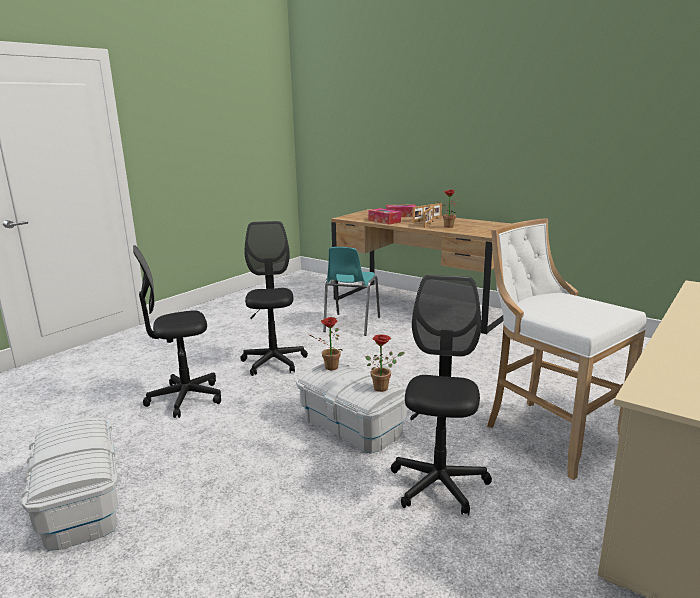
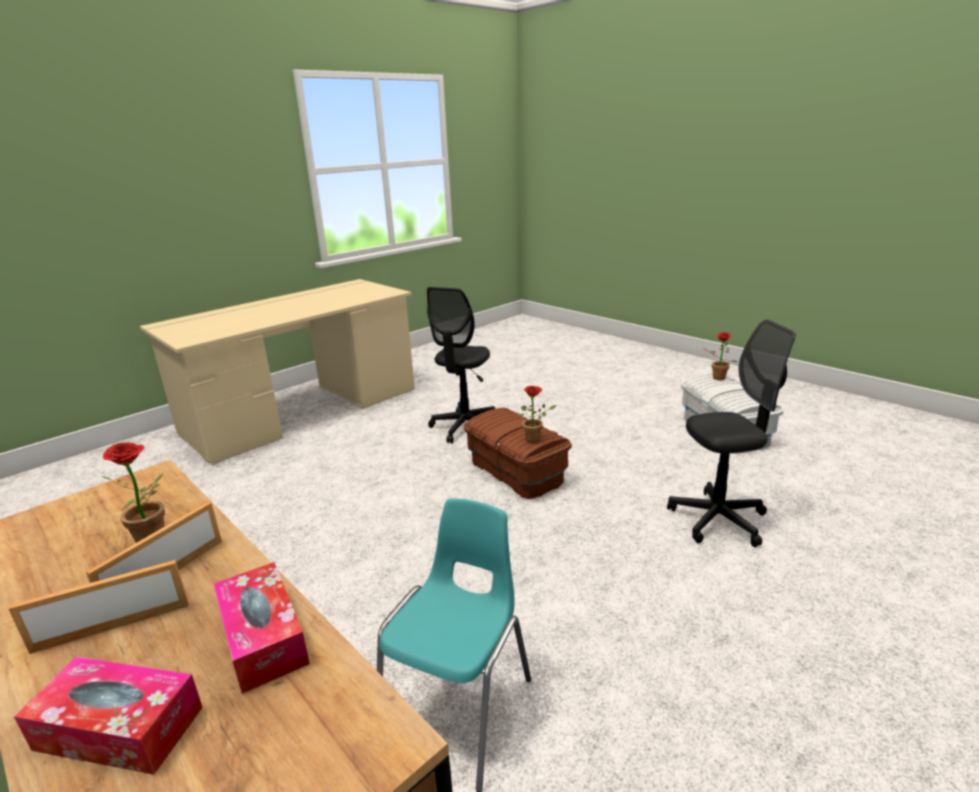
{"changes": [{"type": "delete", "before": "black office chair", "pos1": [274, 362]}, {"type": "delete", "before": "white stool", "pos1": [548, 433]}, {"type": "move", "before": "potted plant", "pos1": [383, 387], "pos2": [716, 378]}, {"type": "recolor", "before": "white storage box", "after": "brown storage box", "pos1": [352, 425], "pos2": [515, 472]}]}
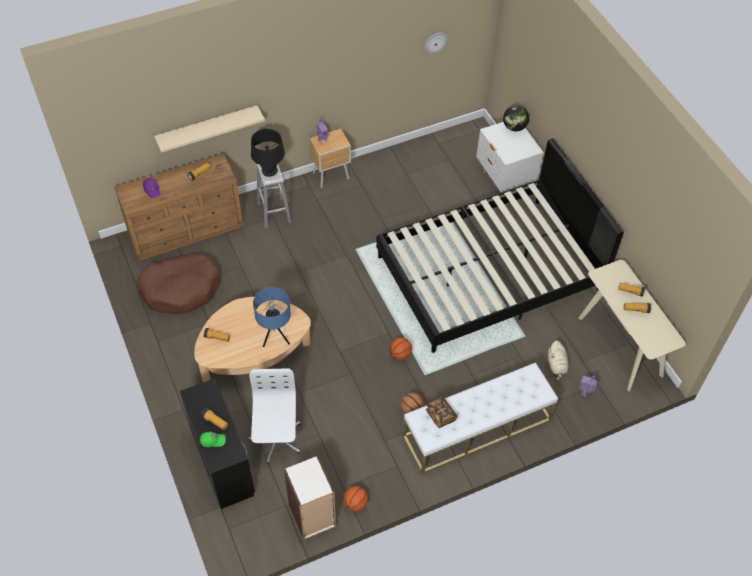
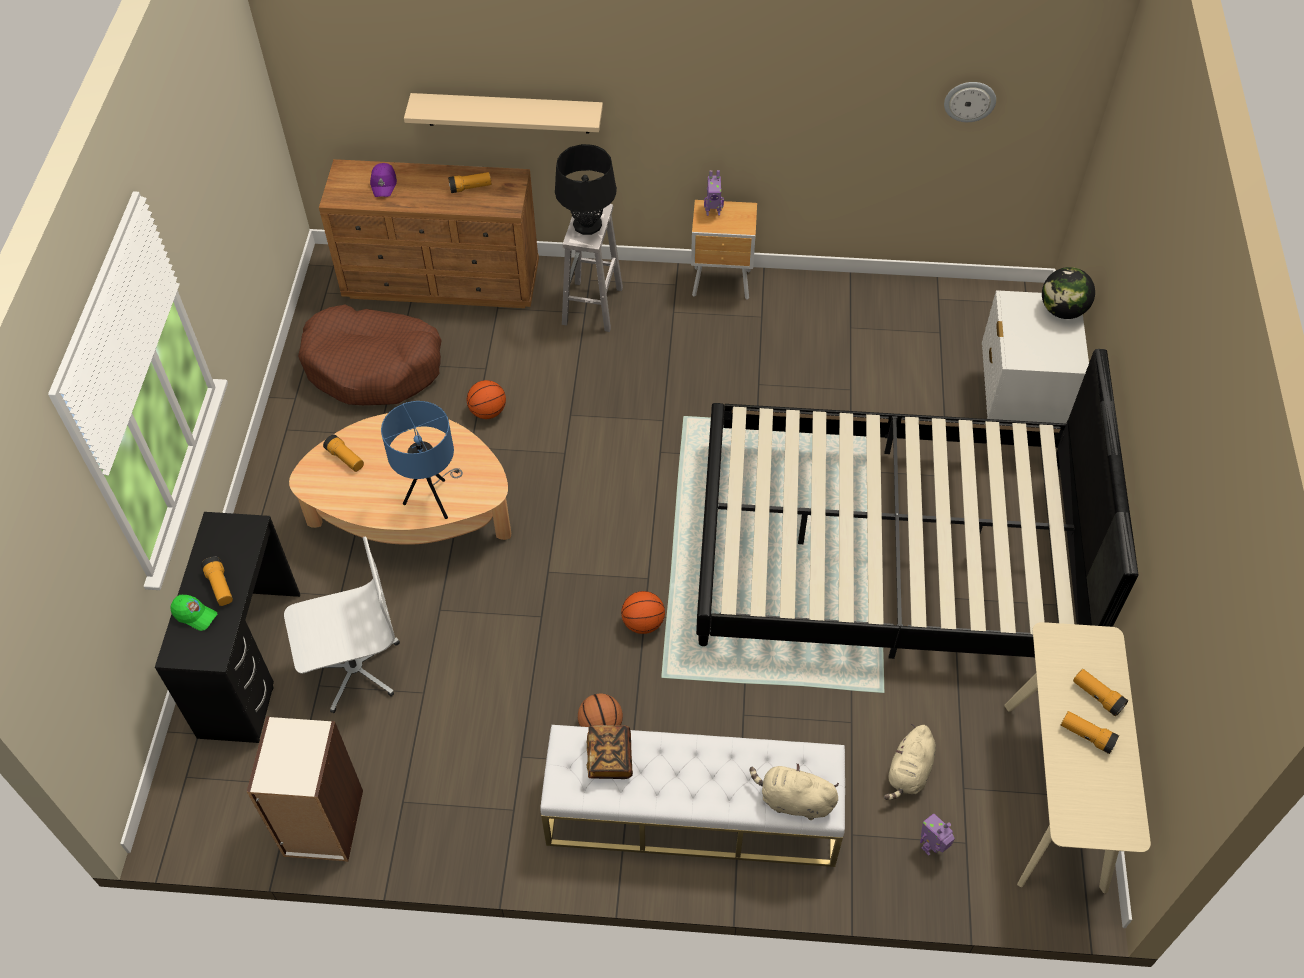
{"changes": [{"type": "insert", "after": "beige plush toy", "pos2": [793, 800]}, {"type": "move", "before": "basketball", "pos1": [355, 504], "pos2": [487, 412]}, {"type": "rotate", "before": "white office chair", "pos1": [276, 439], "pos2": [354, 668], "turn": 45}]}
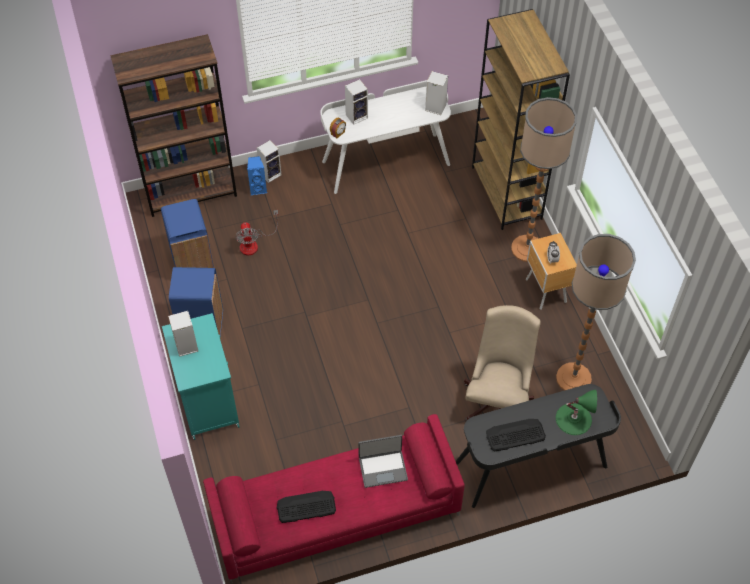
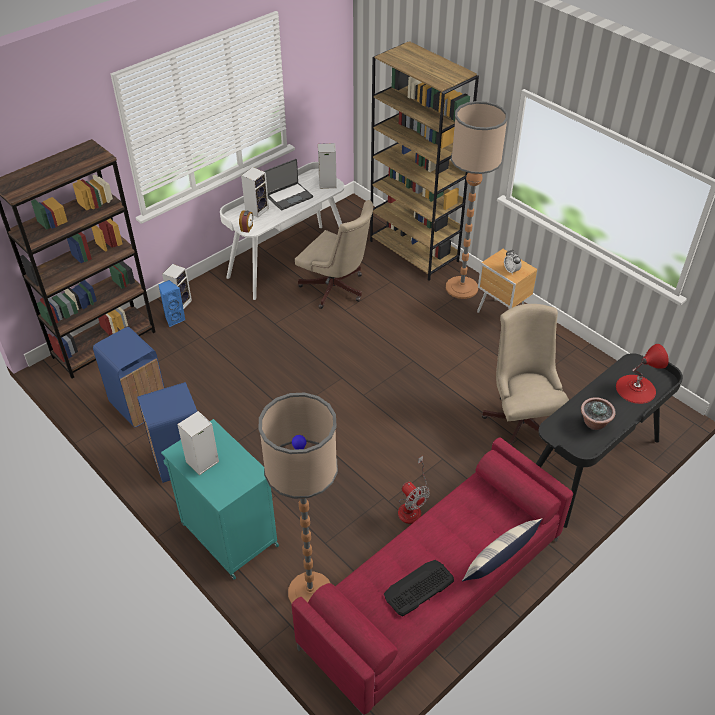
{"changes": [{"type": "insert", "after": "beige office chair", "pos2": [336, 290]}, {"type": "insert", "after": "pillow", "pos2": [499, 560]}, {"type": "move", "before": "fan", "pos1": [253, 243], "pos2": [411, 506]}, {"type": "move", "before": "laptop", "pos1": [383, 468], "pos2": [289, 196]}, {"type": "move", "before": "floor lamp", "pos1": [573, 378], "pos2": [310, 592]}, {"type": "replace", "before": "keyboard", "after": "potted plant", "pos1": [515, 435], "pos2": [594, 423]}, {"type": "recolor", "before": "green table lamp", "after": "red table lamp", "pos1": [573, 418], "pos2": [635, 388]}]}
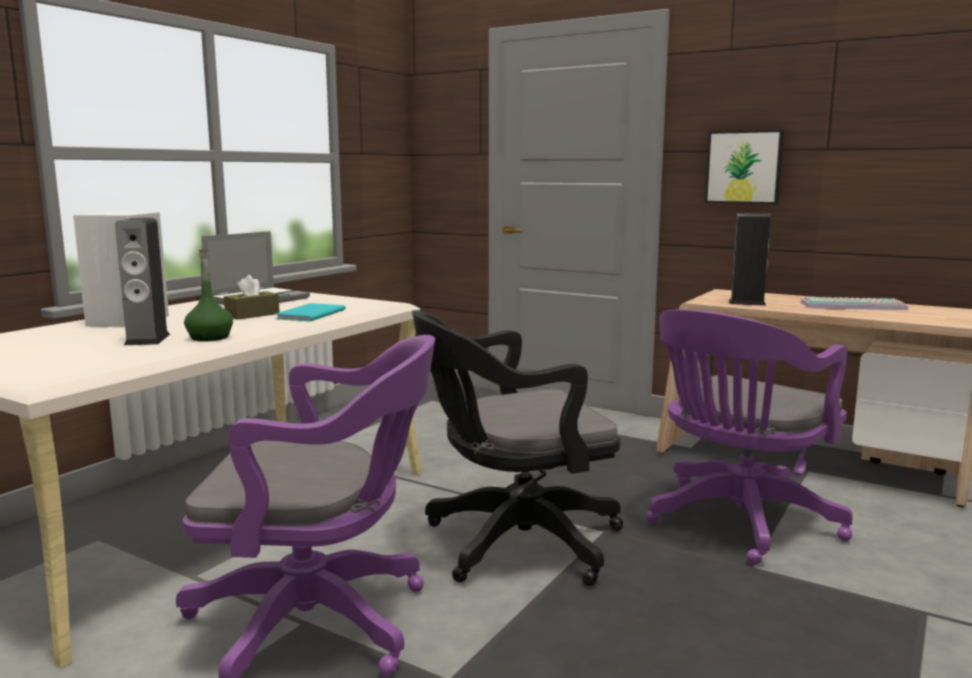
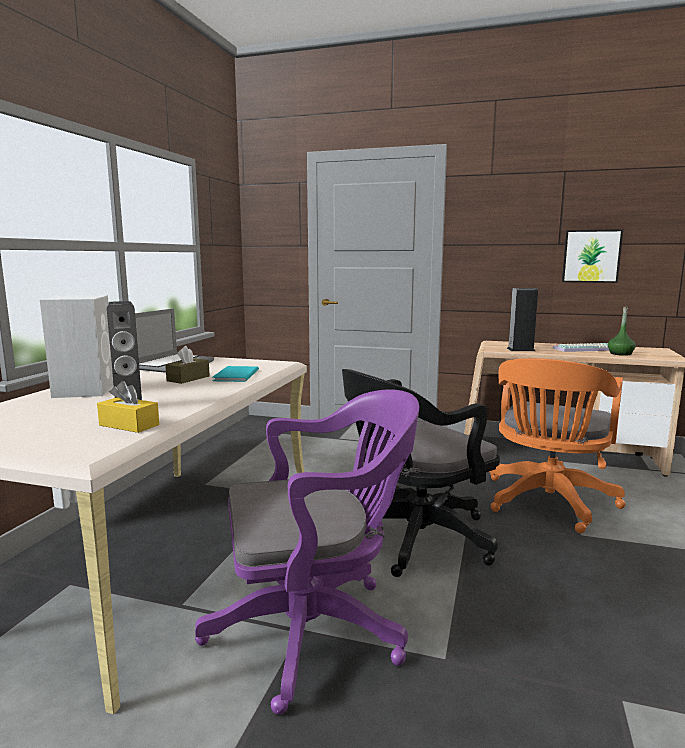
{"changes": [{"type": "insert", "after": "yellow tissue box", "pos2": [129, 425]}, {"type": "move", "before": "green bottle", "pos1": [209, 337], "pos2": [620, 354]}, {"type": "move", "before": "picture", "pos1": [744, 167], "pos2": [591, 256]}, {"type": "recolor", "before": "purple office chair", "after": "orange office chair", "pos1": [737, 522], "pos2": [547, 503]}]}
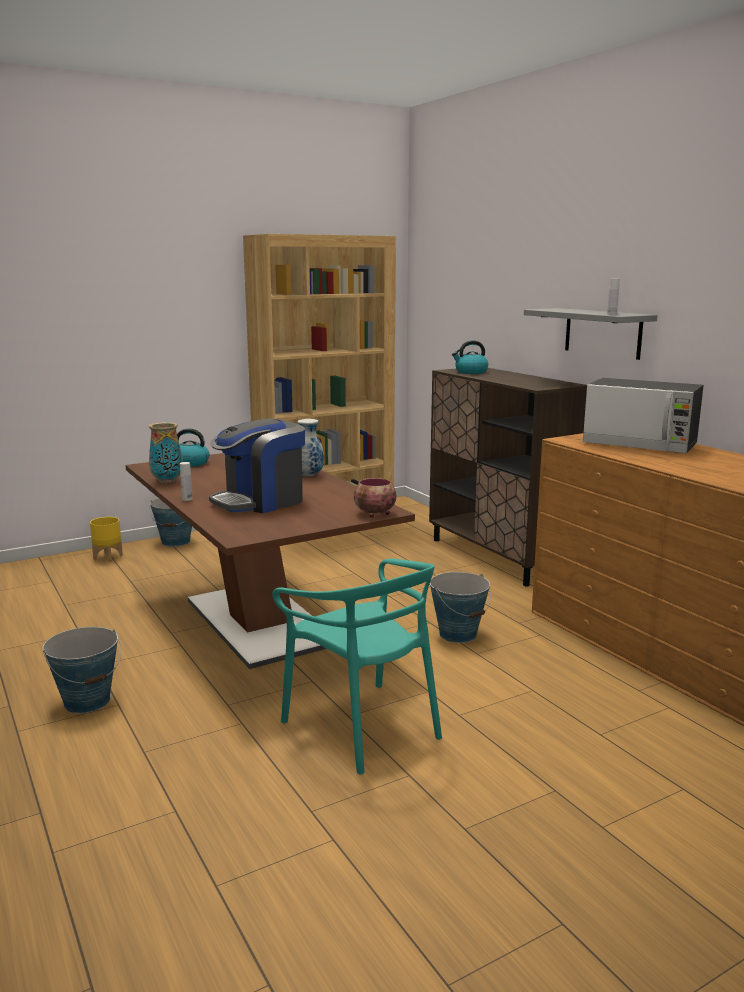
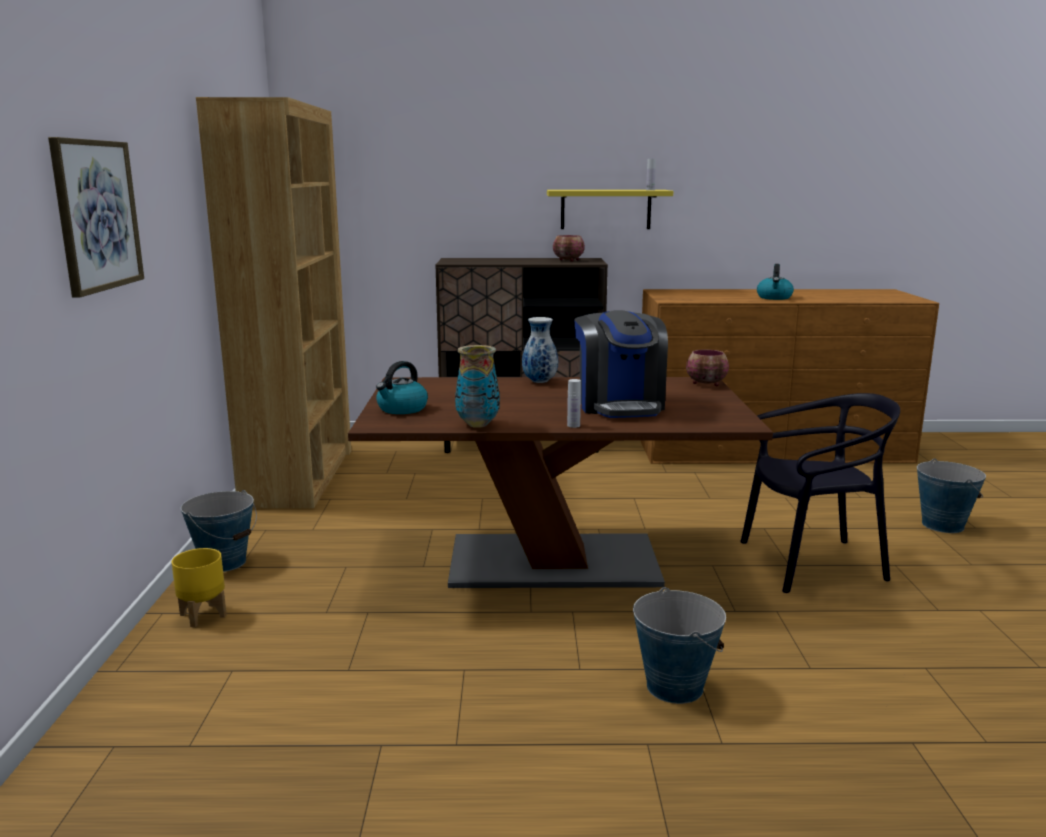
{"changes": [{"type": "delete", "before": "microwave", "pos1": [640, 444]}, {"type": "insert", "after": "picture", "pos2": [97, 215]}, {"type": "insert", "after": "bowl", "pos2": [568, 260]}, {"type": "move", "before": "bucket", "pos1": [458, 634], "pos2": [942, 525]}, {"type": "move", "before": "kettle", "pos1": [470, 372], "pos2": [774, 298]}, {"type": "recolor", "before": "turquoise chair", "after": "black chair", "pos1": [363, 726], "pos2": [811, 563]}, {"type": "recolor", "before": "grey shelf", "after": "yellow shelf", "pos1": [602, 333], "pos2": [605, 209]}]}
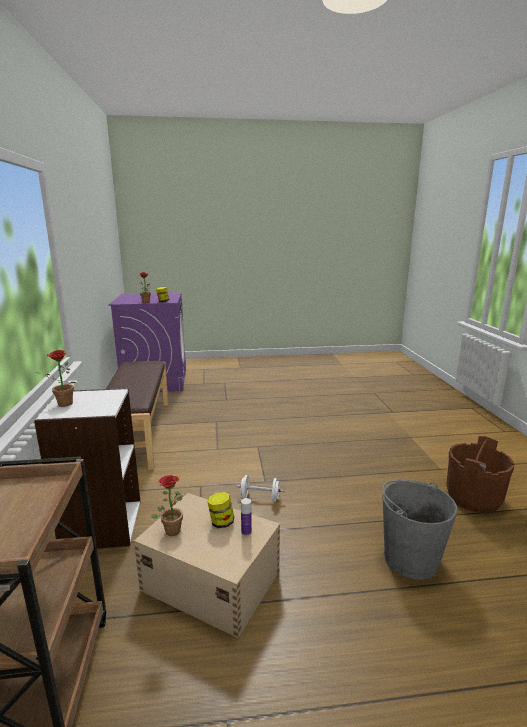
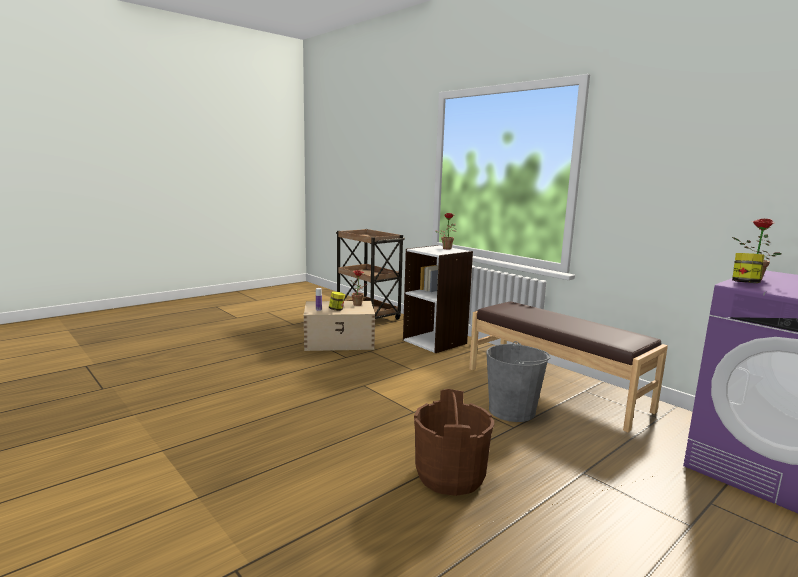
{"changes": [{"type": "delete", "before": "white dumbbell", "pos1": [260, 498]}, {"type": "move", "before": "grey bucket", "pos1": [410, 558], "pos2": [512, 411]}, {"type": "move", "before": "brown bucket", "pos1": [473, 498], "pos2": [450, 475]}]}
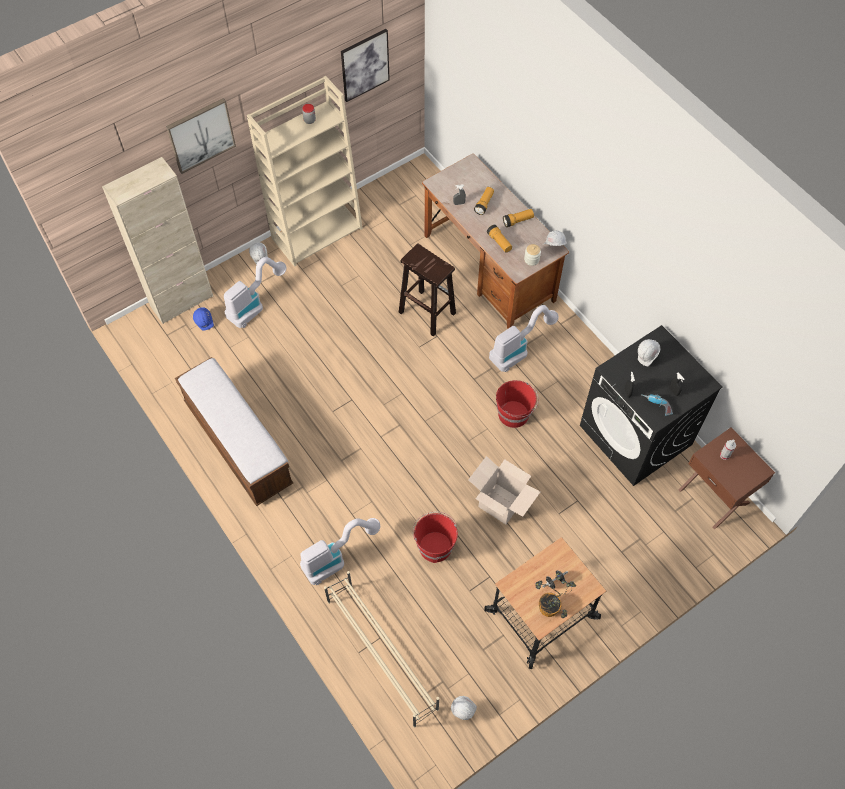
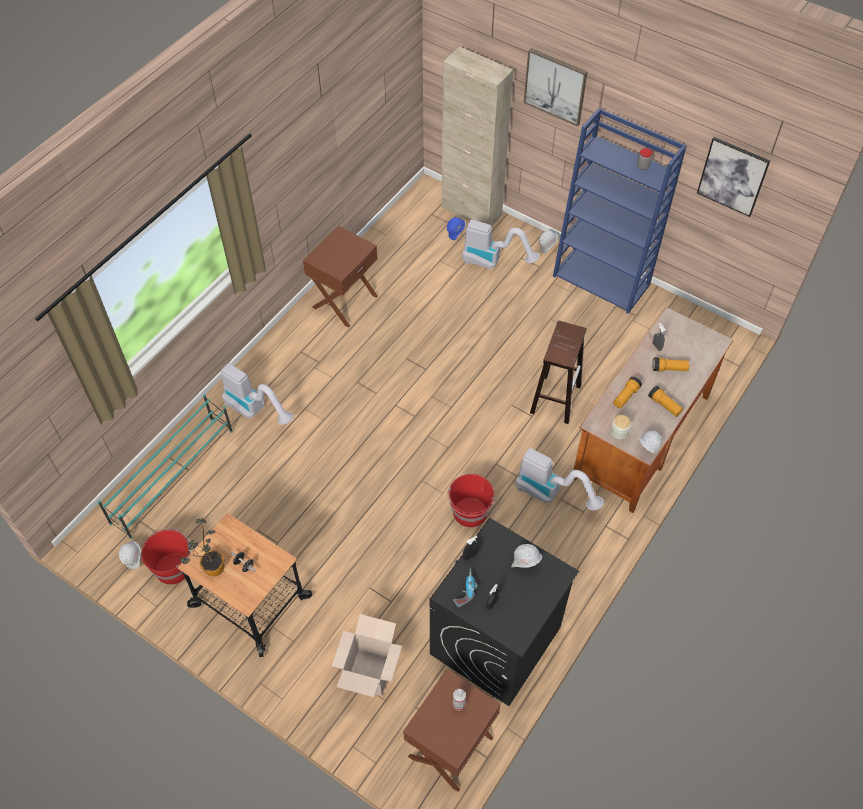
{"changes": [{"type": "move", "before": "red bucket", "pos1": [434, 546], "pos2": [173, 567]}, {"type": "move", "before": "cardboard box", "pos1": [500, 504], "pos2": [369, 673]}, {"type": "replace", "before": "bench", "after": "brown nightstand", "pos1": [238, 443], "pos2": [344, 301]}, {"type": "recolor", "before": "beige bookcase", "after": "blue bookcase", "pos1": [317, 232], "pos2": [602, 280]}, {"type": "recolor", "before": "beige shoe rack", "after": "turquoise shoe rack", "pos1": [381, 653], "pos2": [173, 476]}]}
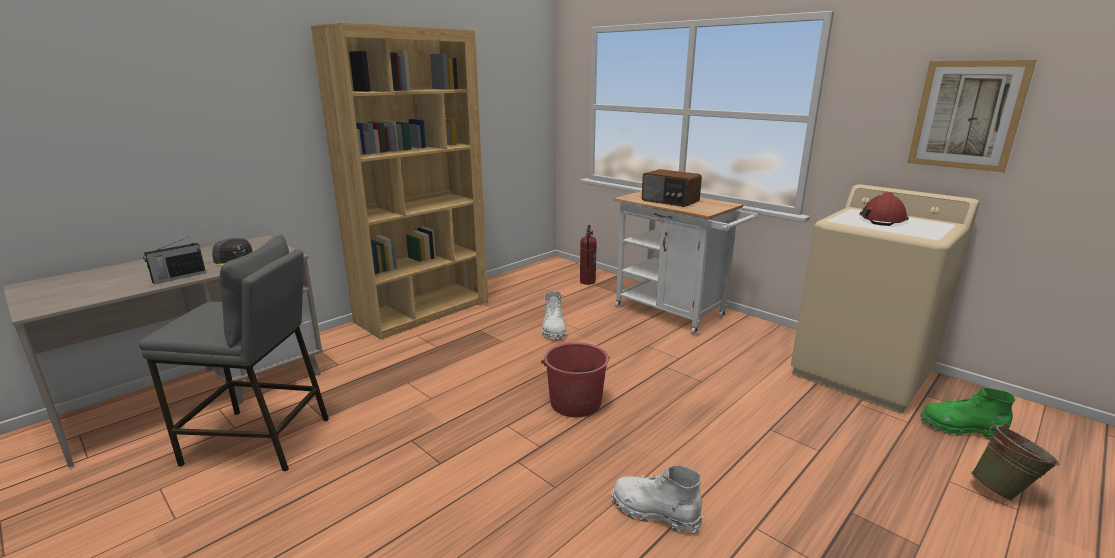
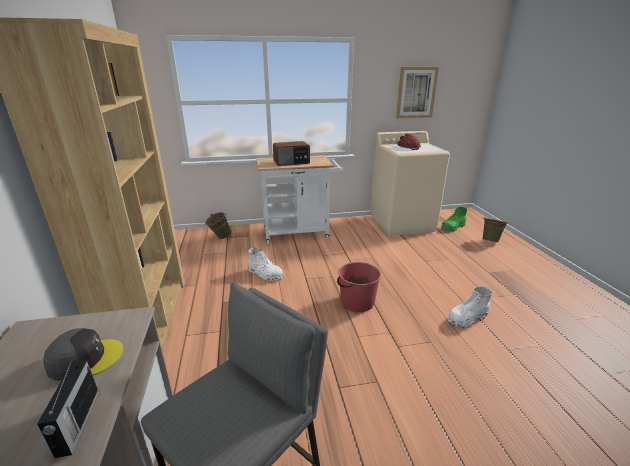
{"changes": [{"type": "replace", "before": "fire extinguisher", "after": "green bucket", "pos1": [587, 281], "pos2": [219, 237]}]}
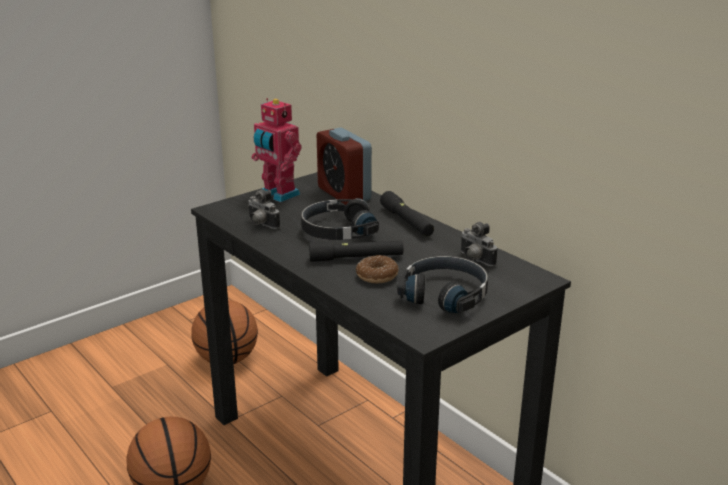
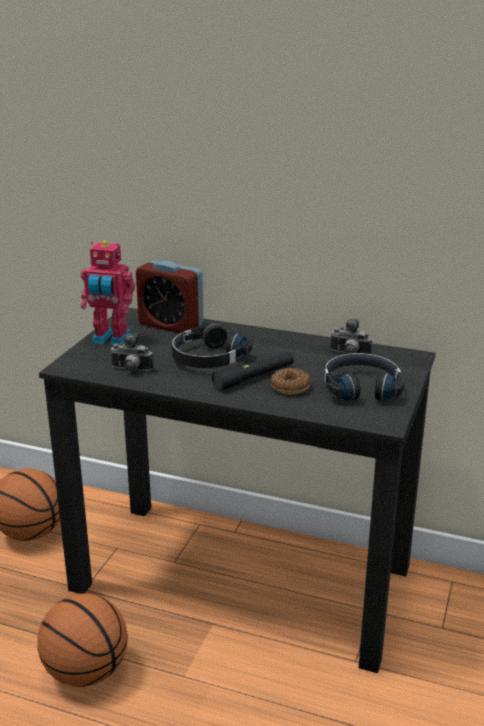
{"changes": [{"type": "delete", "before": "black flashlight", "pos1": [407, 222]}]}
